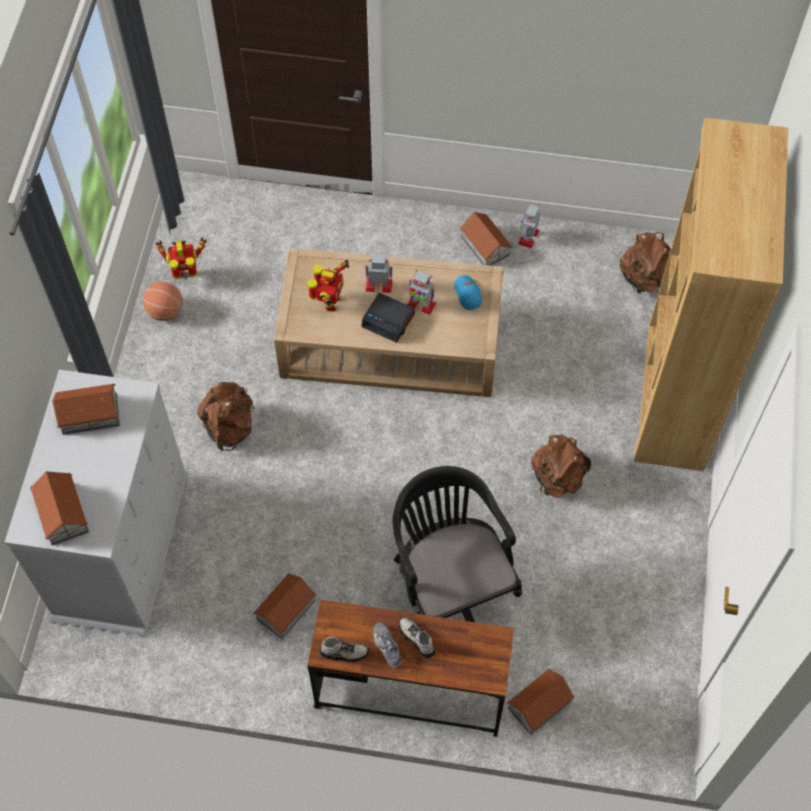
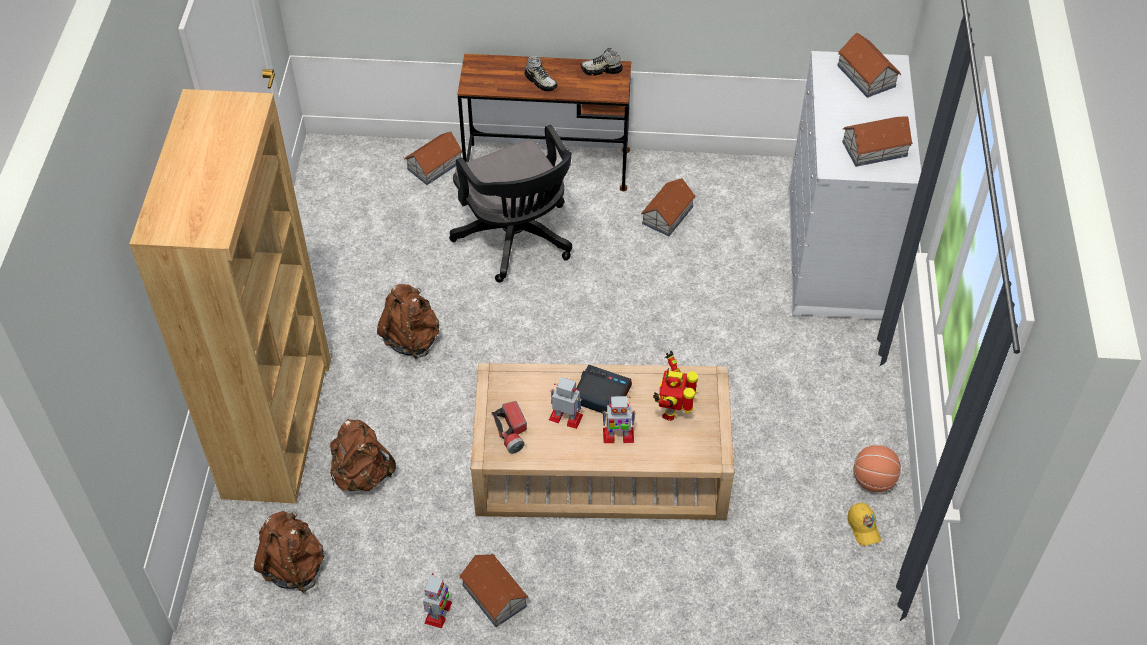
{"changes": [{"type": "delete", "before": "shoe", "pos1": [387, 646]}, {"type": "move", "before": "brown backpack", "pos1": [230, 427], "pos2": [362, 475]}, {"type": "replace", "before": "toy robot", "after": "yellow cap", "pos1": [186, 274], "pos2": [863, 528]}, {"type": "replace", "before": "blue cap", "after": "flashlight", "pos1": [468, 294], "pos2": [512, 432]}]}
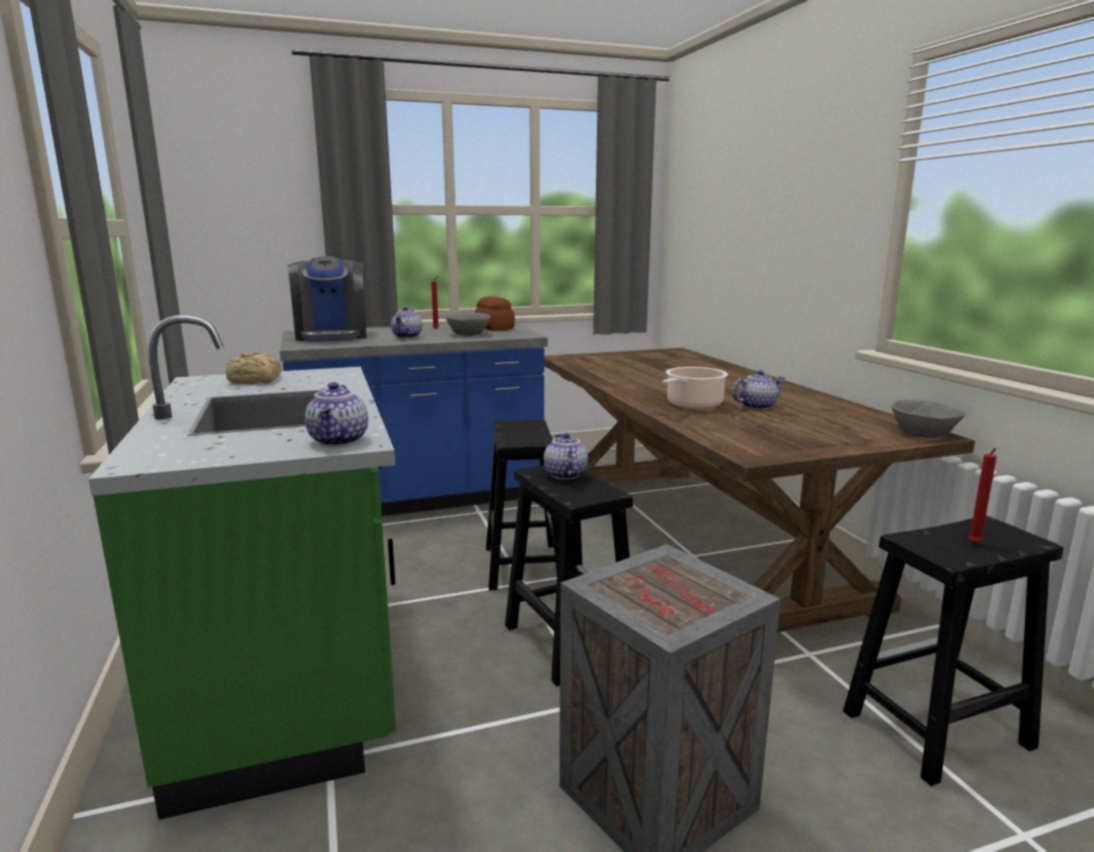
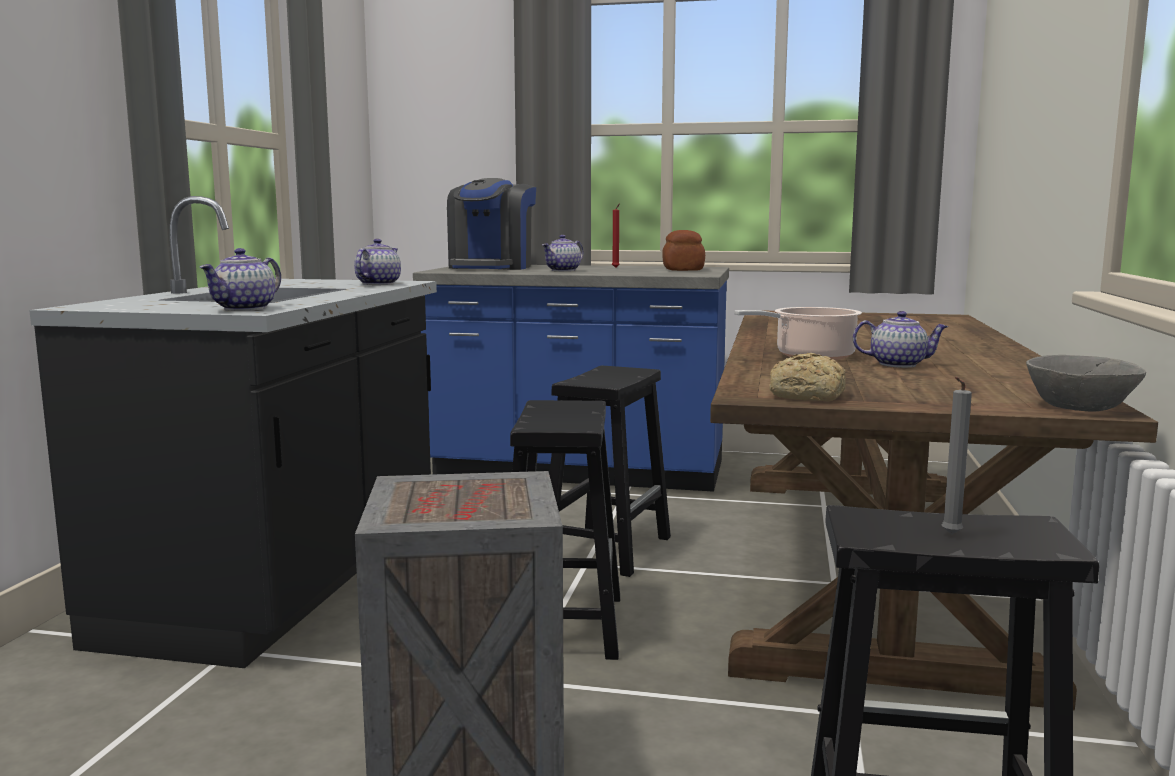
{"changes": [{"type": "delete", "before": "grey bowl", "pos1": [468, 334]}, {"type": "move", "before": "bread", "pos1": [256, 380], "pos2": [809, 396]}, {"type": "move", "before": "teapot", "pos1": [564, 474], "pos2": [377, 284]}, {"type": "recolor", "before": "green counter", "after": "black counter", "pos1": [293, 669], "pos2": [285, 580]}, {"type": "recolor", "before": "red candle", "after": "grey candle", "pos1": [974, 544], "pos2": [949, 535]}]}
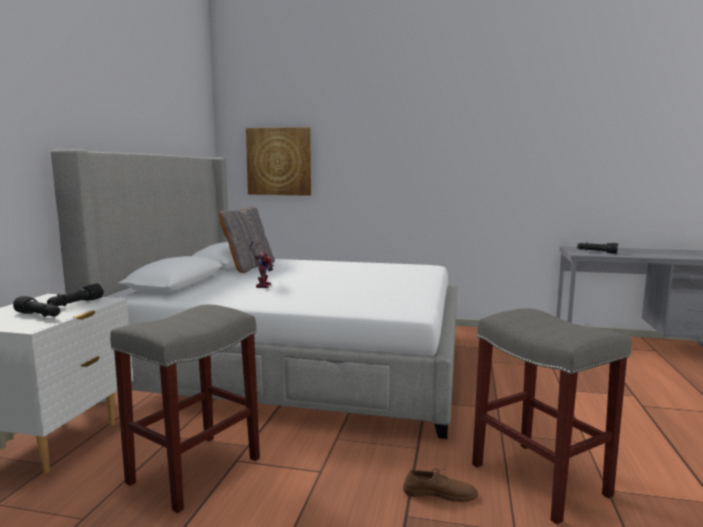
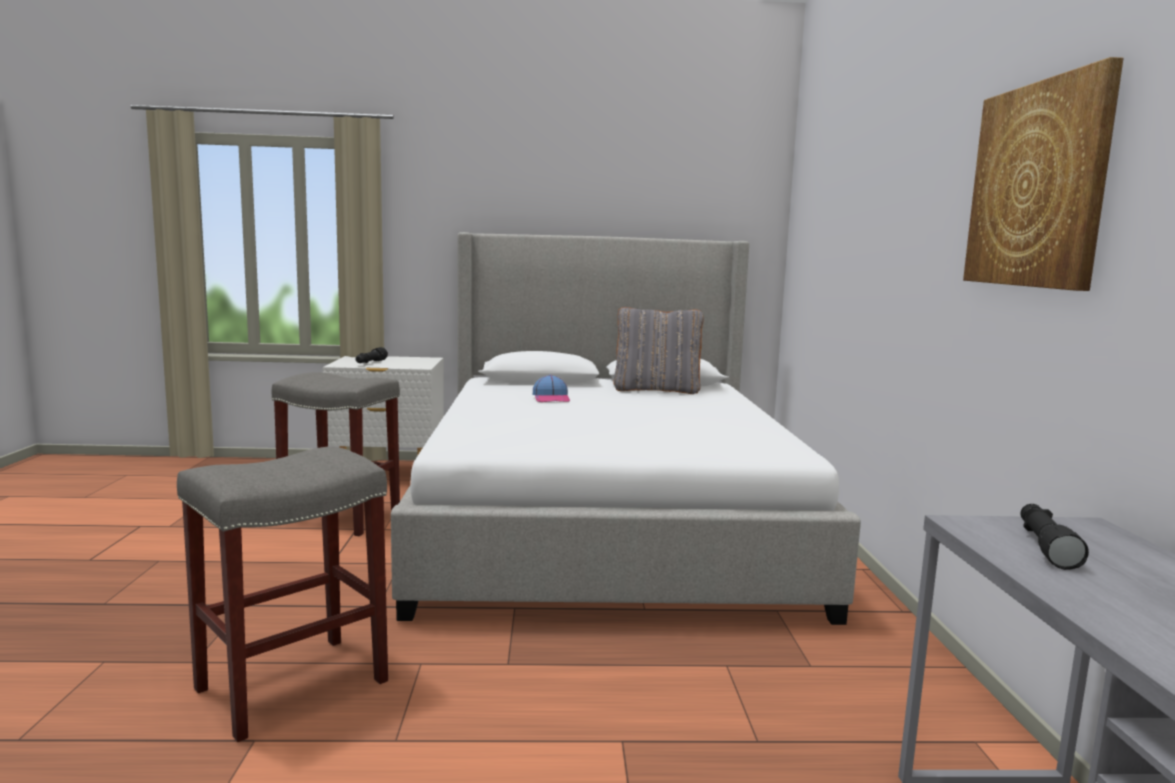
{"changes": [{"type": "delete", "before": "black flashlight", "pos1": [75, 304]}, {"type": "delete", "before": "brown shoe", "pos1": [439, 493]}, {"type": "move", "before": "picture", "pos1": [279, 161], "pos2": [1037, 185]}, {"type": "replace", "before": "toy robot", "after": "cap", "pos1": [262, 285], "pos2": [551, 398]}]}
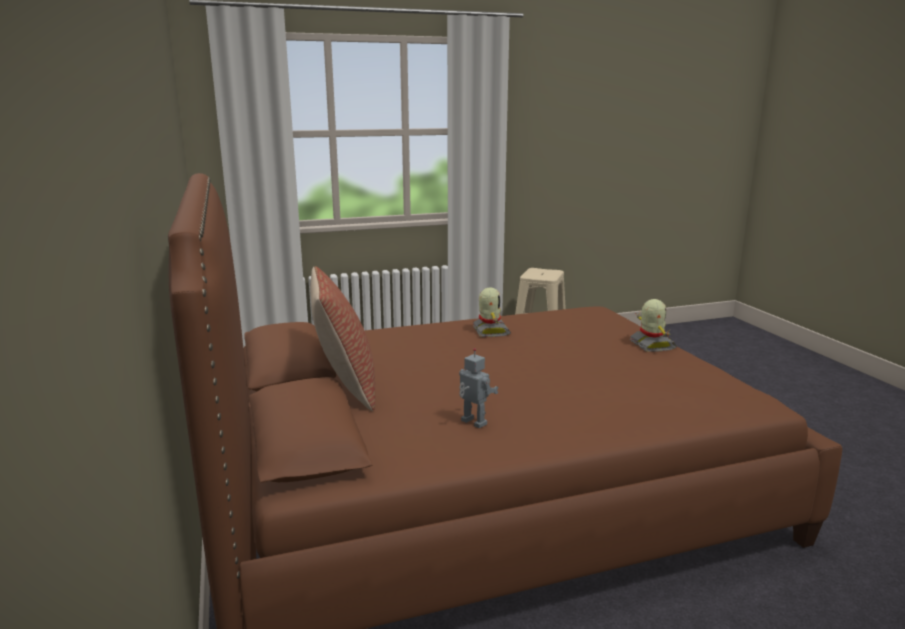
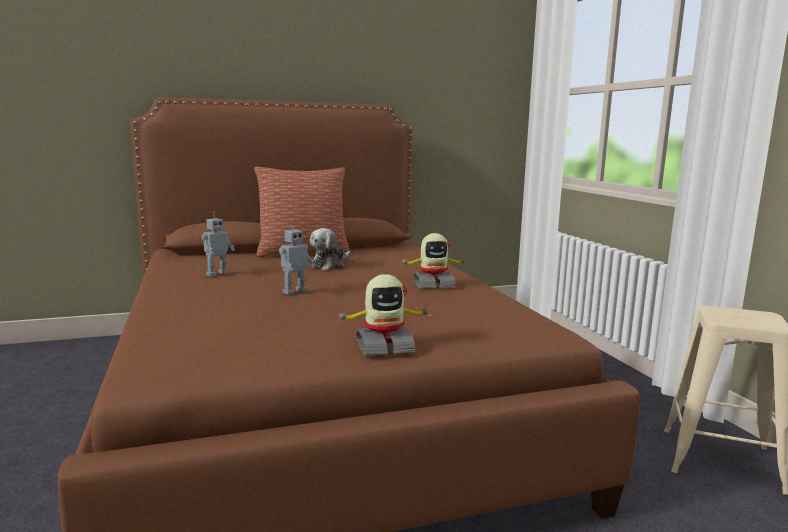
{"changes": [{"type": "insert", "after": "toy robot", "pos2": [294, 292]}, {"type": "insert", "after": "plush toy", "pos2": [331, 265]}]}
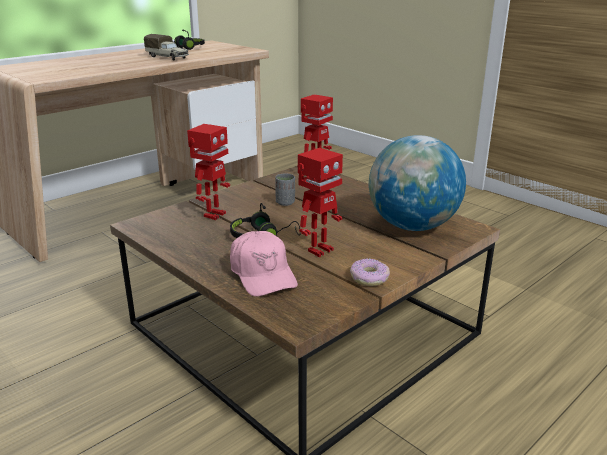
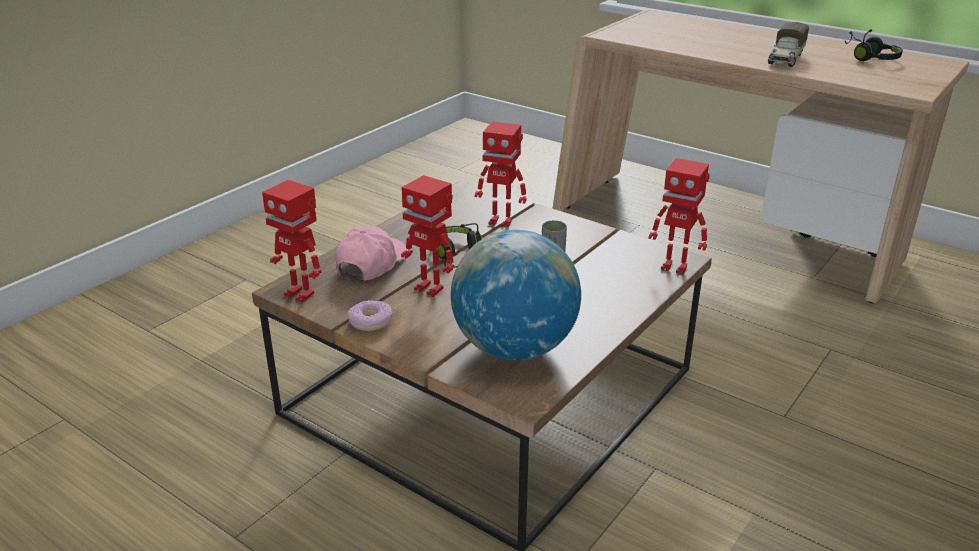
{"changes": [{"type": "insert", "after": "toy robot", "pos2": [301, 294]}, {"type": "rotate", "before": "pink cap", "pos1": [263, 274], "pos2": [371, 264], "turn": 150}]}
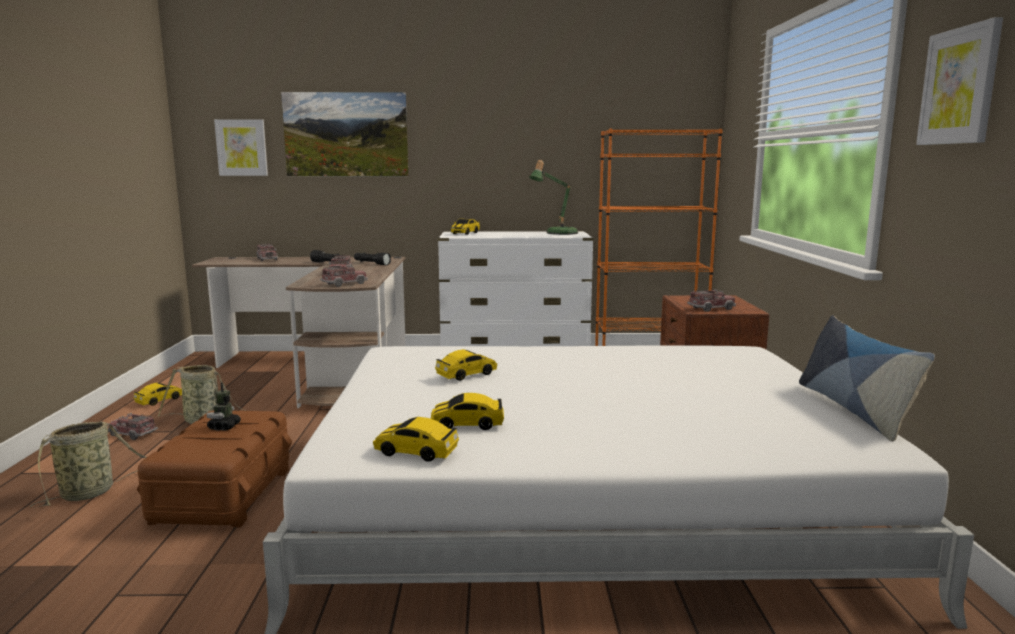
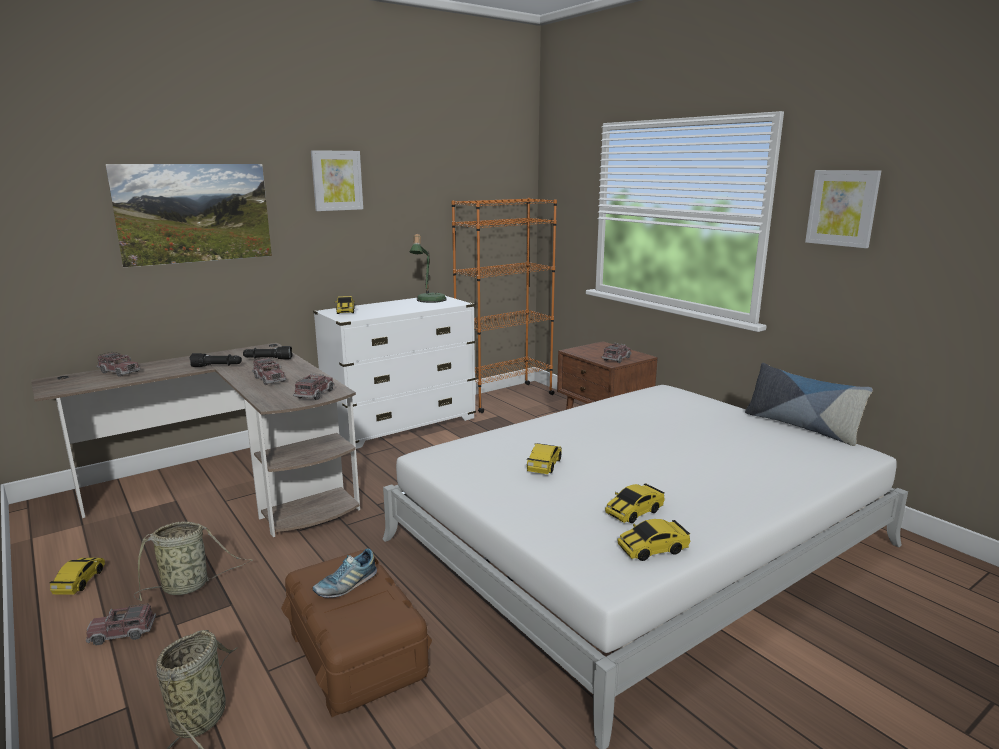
{"changes": [{"type": "move", "before": "picture", "pos1": [242, 147], "pos2": [337, 180]}, {"type": "replace", "before": "toy robot", "after": "shoe", "pos1": [224, 427], "pos2": [346, 585]}]}
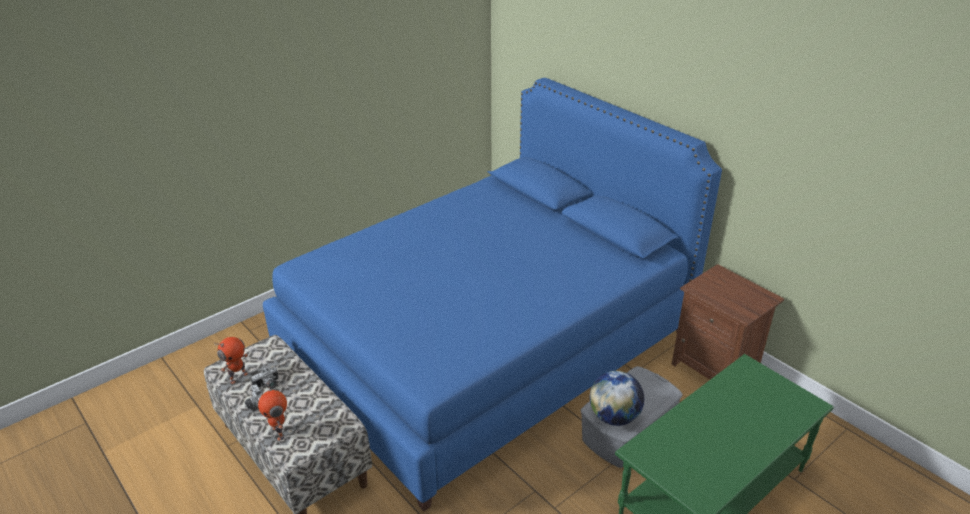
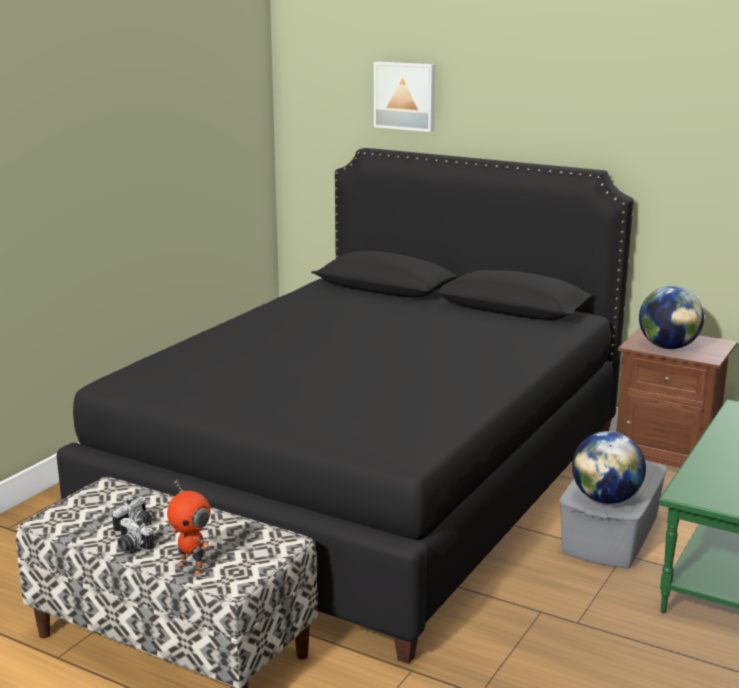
{"changes": [{"type": "delete", "before": "toy robot", "pos1": [238, 377]}, {"type": "insert", "after": "picture", "pos2": [405, 96]}, {"type": "insert", "after": "globe", "pos2": [668, 347]}, {"type": "recolor", "before": "blue bed", "after": "black bed", "pos1": [486, 344], "pos2": [369, 486]}]}
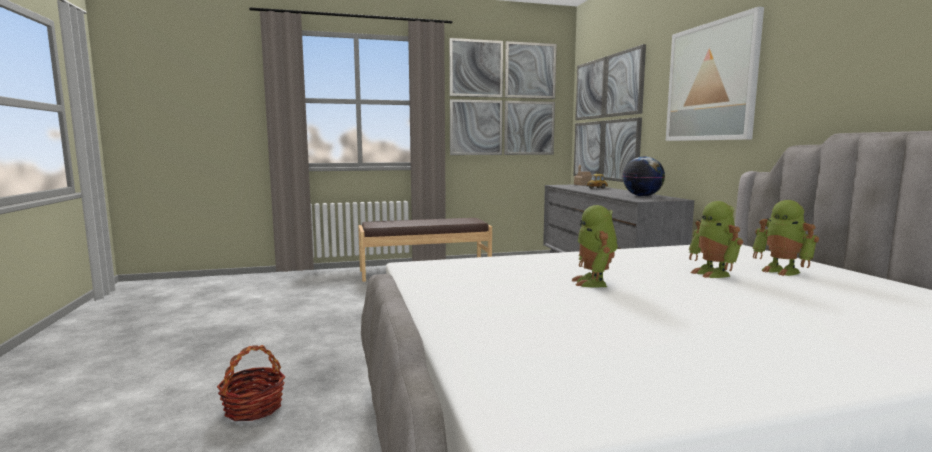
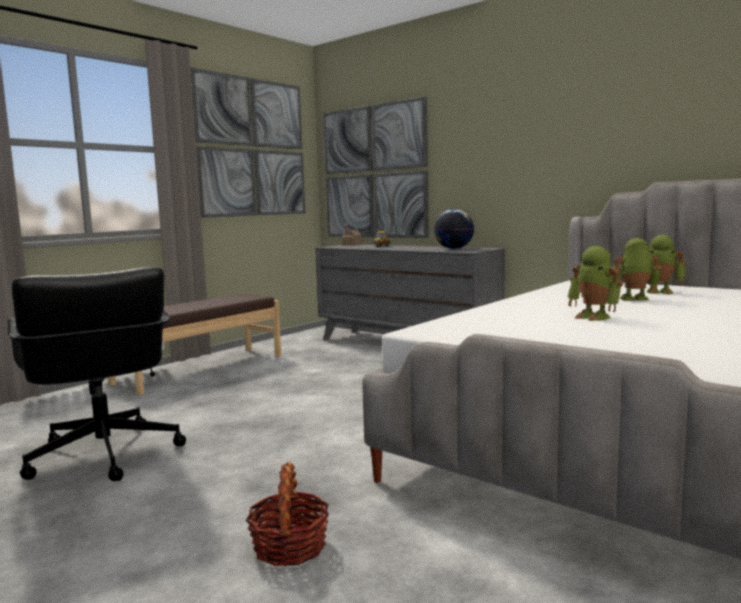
{"changes": [{"type": "delete", "before": "picture", "pos1": [711, 82]}, {"type": "insert", "after": "black office chair", "pos2": [104, 456]}, {"type": "rotate", "before": "toy robot", "pos1": [713, 273], "pos2": [634, 299], "turn": 150}]}
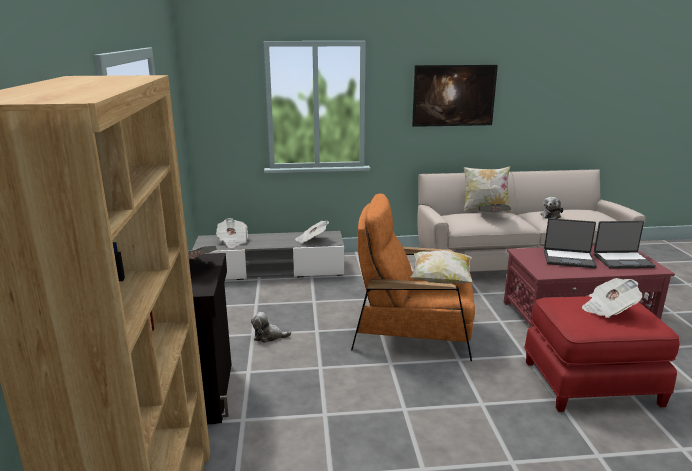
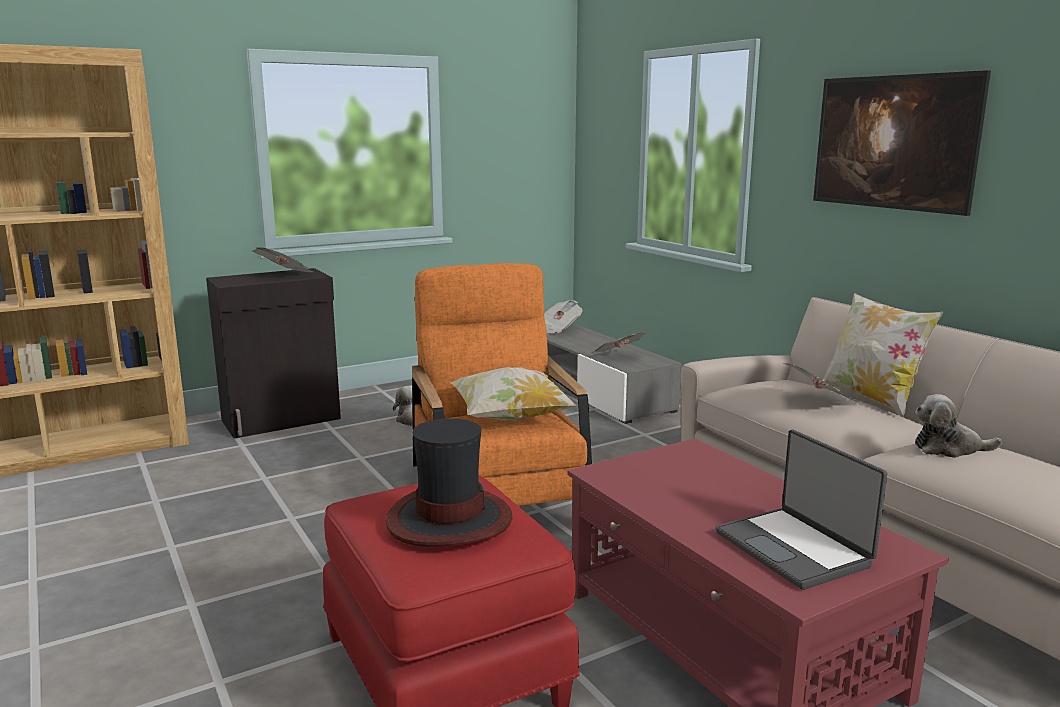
{"changes": [{"type": "delete", "before": "laptop", "pos1": [569, 259]}, {"type": "replace", "before": "newspaper", "after": "hat", "pos1": [608, 309], "pos2": [448, 519]}]}
